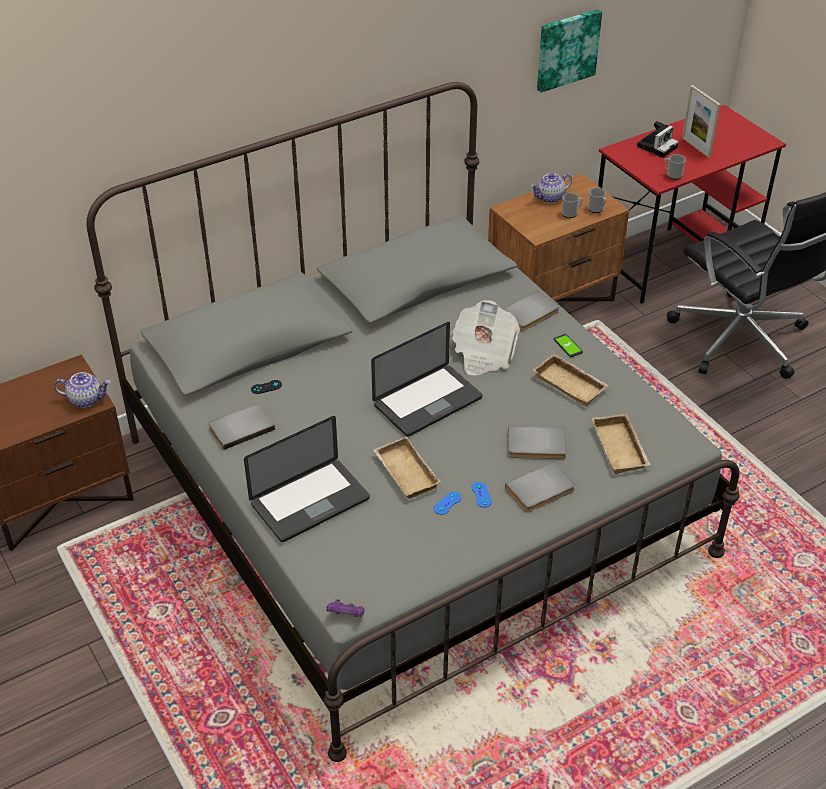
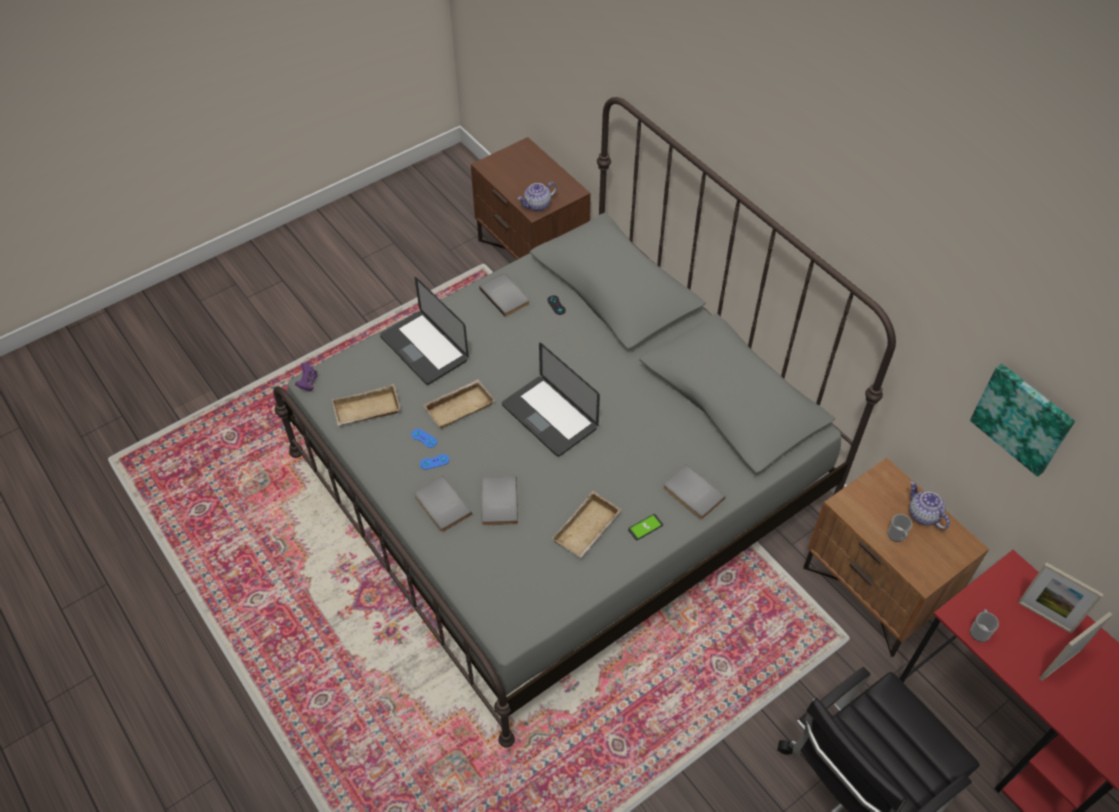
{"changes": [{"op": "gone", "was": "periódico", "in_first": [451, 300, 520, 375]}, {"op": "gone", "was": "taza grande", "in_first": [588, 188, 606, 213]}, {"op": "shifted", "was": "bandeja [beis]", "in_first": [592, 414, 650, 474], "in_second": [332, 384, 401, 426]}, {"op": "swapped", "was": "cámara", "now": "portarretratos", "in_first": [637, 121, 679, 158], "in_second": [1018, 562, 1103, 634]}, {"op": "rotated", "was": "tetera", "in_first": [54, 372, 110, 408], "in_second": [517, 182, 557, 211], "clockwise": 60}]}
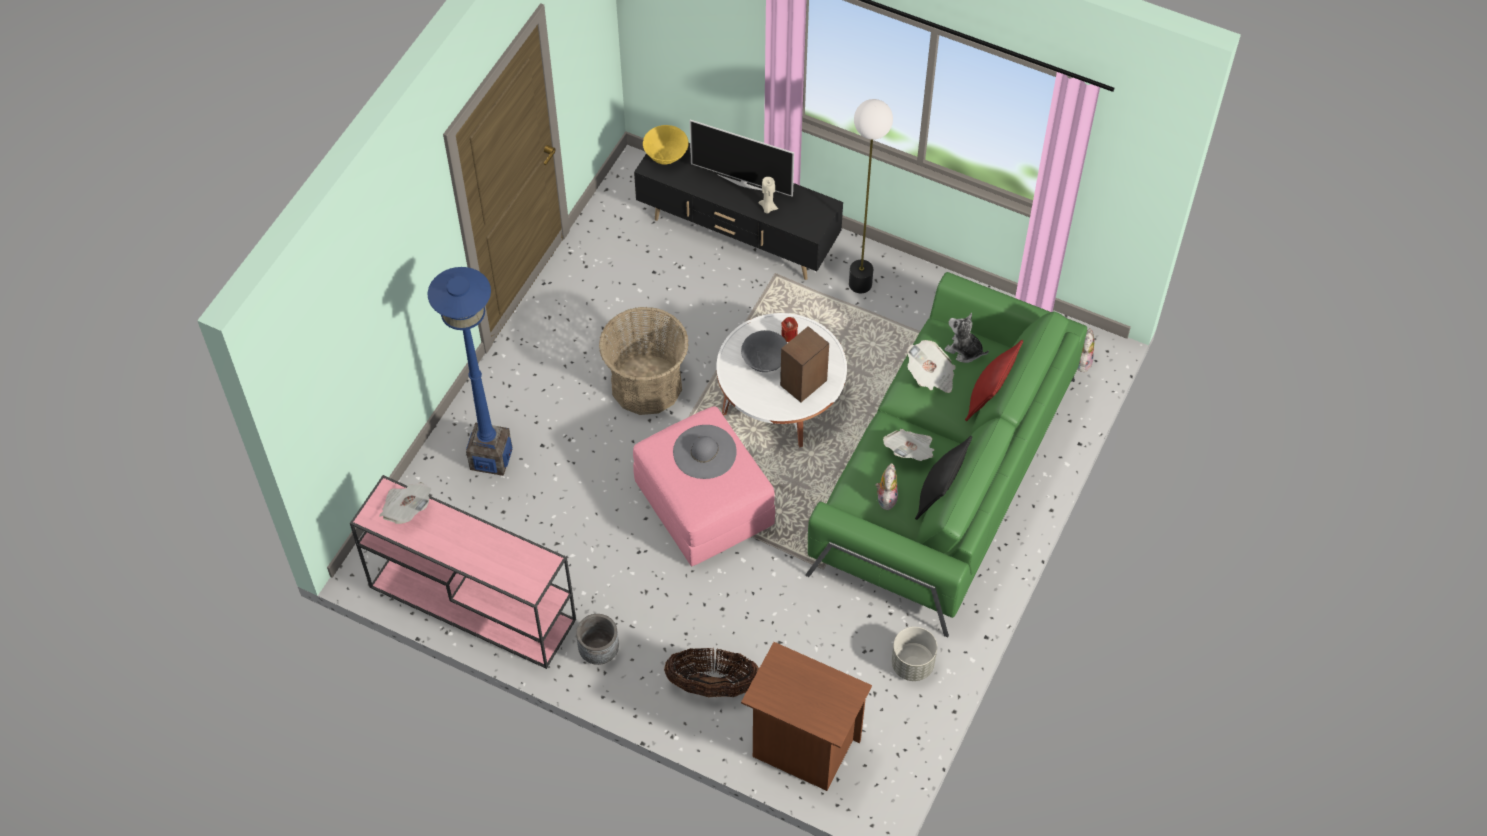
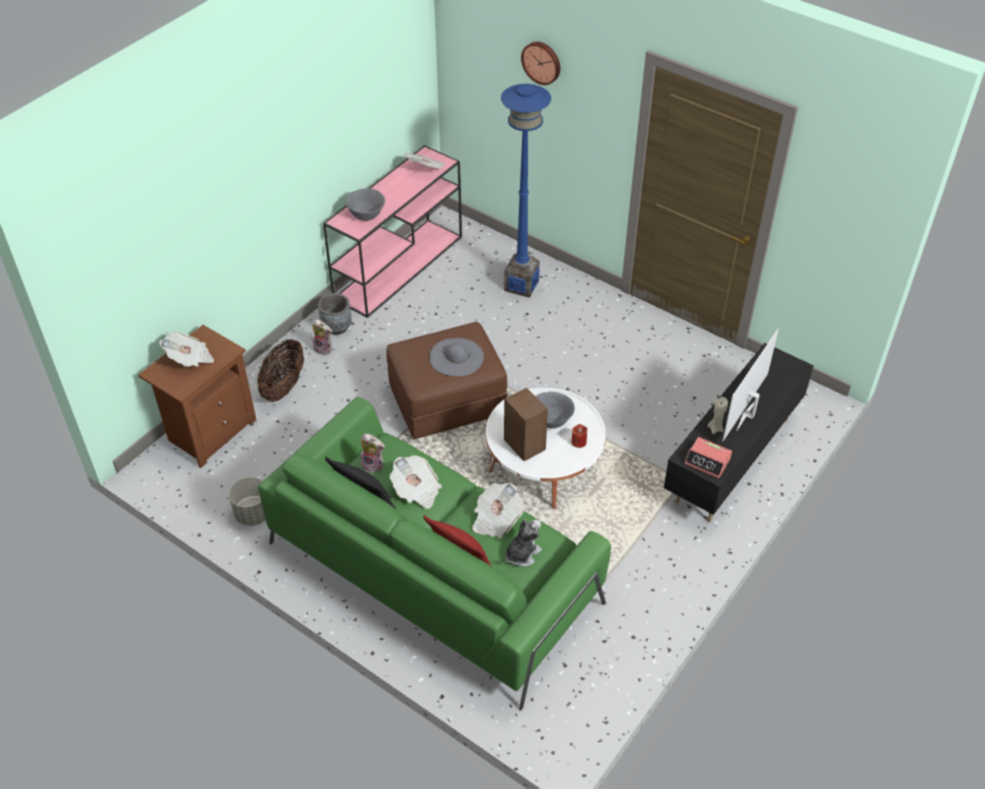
{"changes": [{"op": "gone", "was": "cesta", "in_first": [599, 307, 689, 415]}, {"op": "gone", "was": "cuenco [amarillo]", "in_first": [643, 125, 689, 165]}, {"op": "gone", "was": "lámpara de pie", "in_first": [849, 99, 893, 293]}, {"op": "new", "now": "periódico", "in_second": [159, 332, 214, 367]}, {"op": "new", "now": "cuenco [gris]", "in_second": [345, 188, 385, 221]}, {"op": "new", "now": "reloj de pared", "in_second": [521, 41, 560, 85]}, {"op": "new", "now": "despertador", "in_second": [685, 437, 732, 478]}, {"op": "shifted", "was": "peluche", "in_first": [1077, 328, 1094, 372], "in_second": [312, 319, 332, 355]}, {"op": "repainted", "was": "puf [rosa]", "now": "puf [marrón]", "in_first": [633, 406, 775, 566], "in_second": [386, 322, 507, 439]}]}
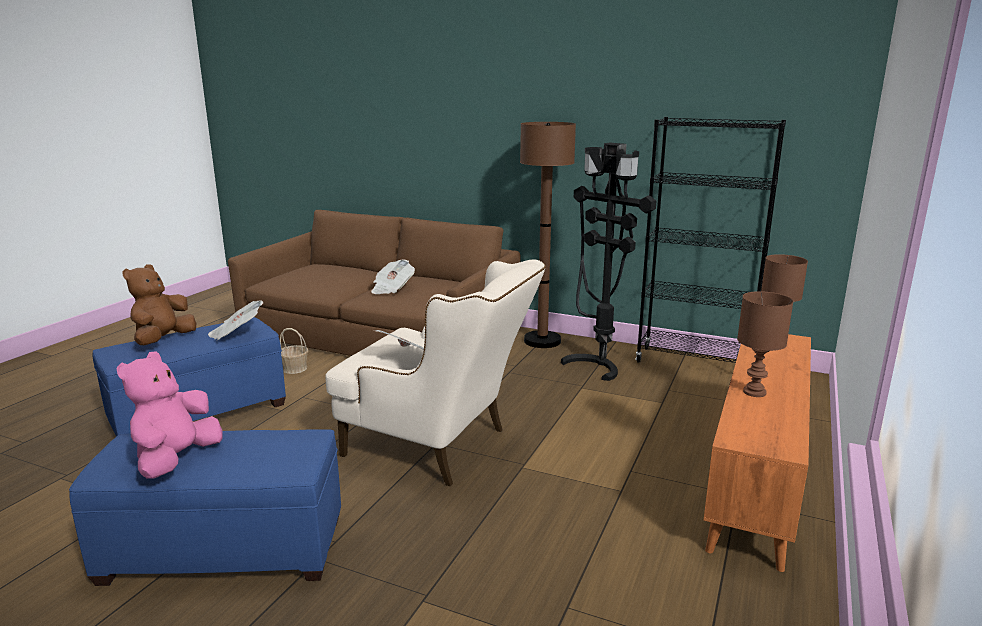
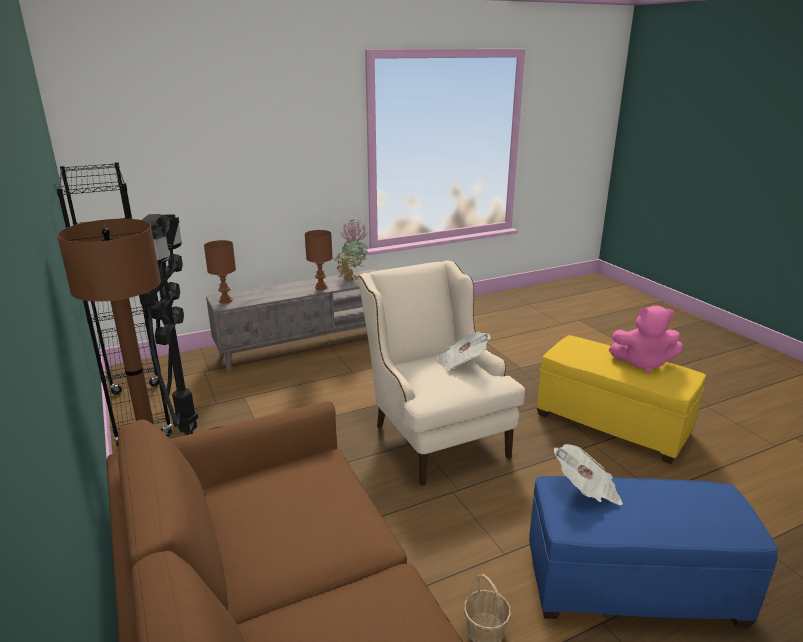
{"changes": [{"op": "gone", "was": "peluche [marrón]", "in_first": [122, 264, 196, 345]}, {"op": "gone", "was": "periódico", "in_first": [371, 259, 415, 294]}, {"op": "new", "now": "planta en maceta", "in_second": [334, 219, 368, 281]}, {"op": "repainted", "was": "puf [azul]", "now": "puf [amarillo]", "in_first": [69, 429, 341, 586], "in_second": [537, 335, 706, 464]}, {"op": "repainted", "was": "mueble de televisión [naranja]", "now": "mueble de televisión [gris]", "in_first": [703, 334, 811, 572], "in_second": [206, 269, 376, 372]}, {"op": "rotated", "was": "peluche [rosa]", "in_first": [117, 351, 223, 479], "in_second": [609, 306, 683, 373], "clockwise": 45}]}
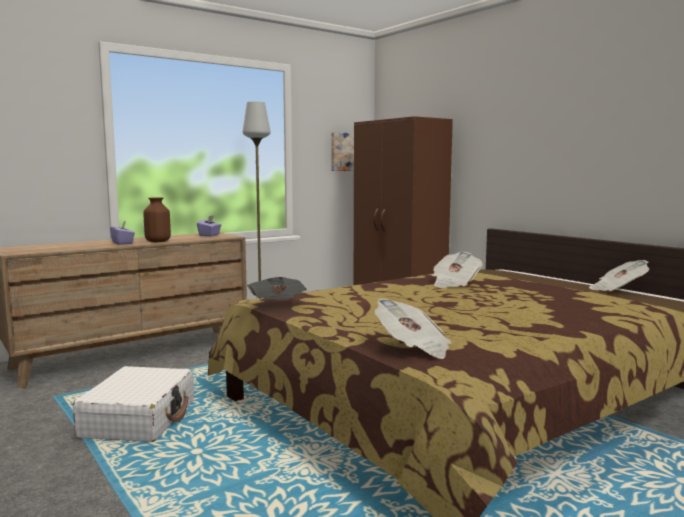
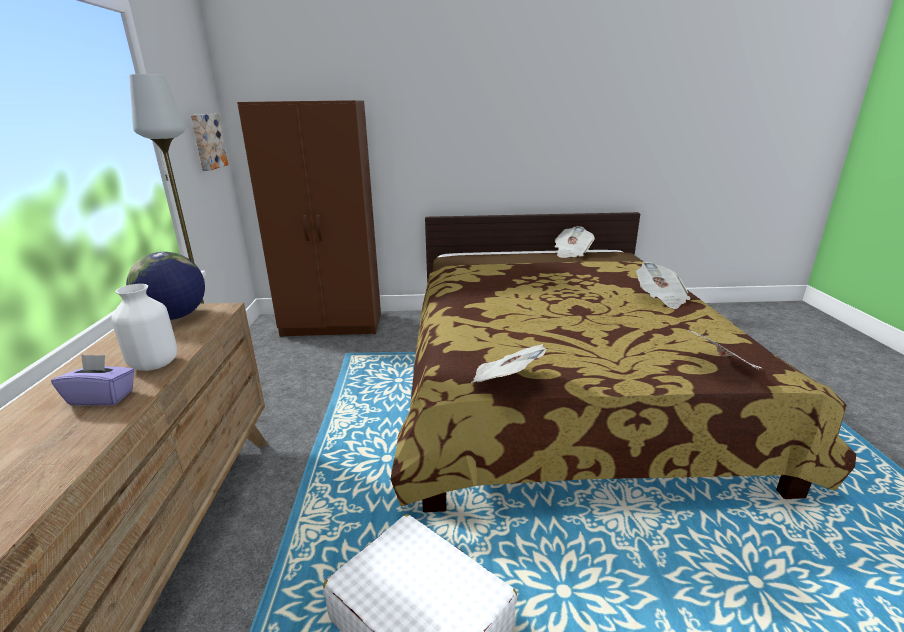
{"changes": [{"op": "shifted", "was": "periódico", "in_first": [432, 252, 483, 288], "in_second": [636, 262, 691, 309]}, {"op": "swapped", "was": "caja de pañuelos [morado]", "now": "globo terráqueo", "in_first": [197, 216, 221, 236], "in_second": [126, 252, 205, 320]}, {"op": "repainted", "was": "florero [marrón]", "now": "florero [blanco]", "in_first": [143, 197, 171, 242], "in_second": [111, 284, 177, 371]}]}
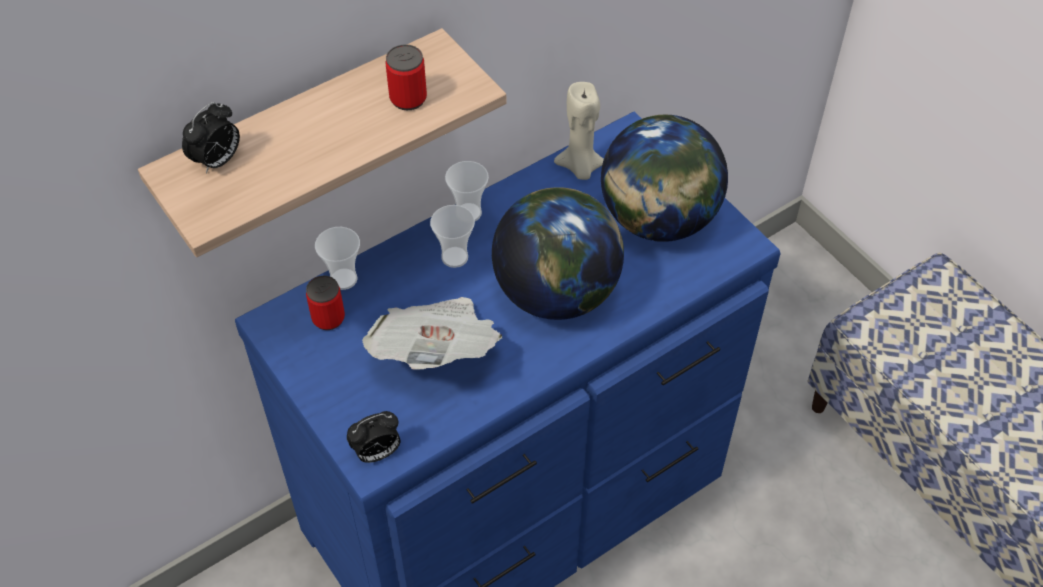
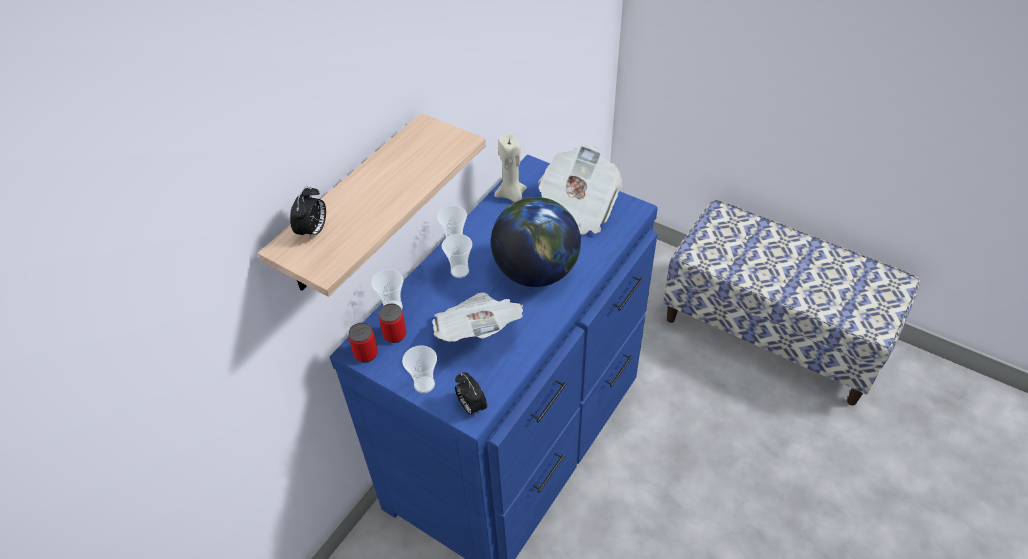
{"changes": [{"op": "new", "now": "taza", "in_second": [402, 345, 437, 393]}, {"op": "shifted", "was": "lata", "in_first": [386, 44, 427, 110], "in_second": [348, 323, 378, 363]}, {"op": "swapped", "was": "globo terráqueo", "now": "periódico", "in_first": [601, 115, 728, 242], "in_second": [538, 145, 622, 235]}, {"op": "rotated", "was": "despertador", "in_first": [347, 411, 401, 463], "in_second": [455, 372, 487, 417], "clockwise": 105}]}
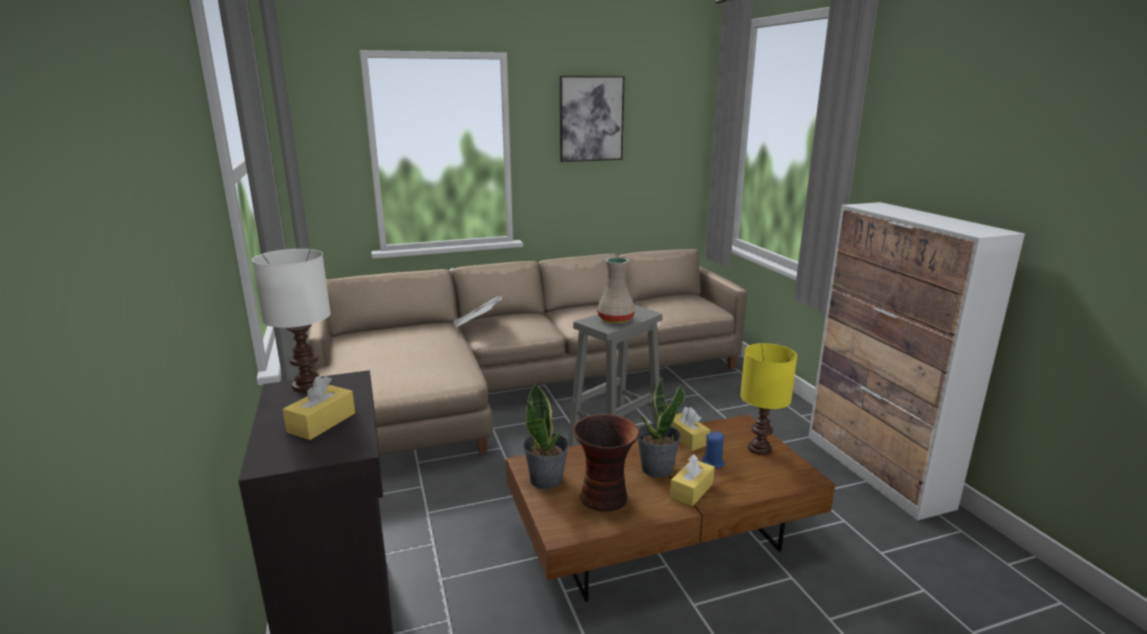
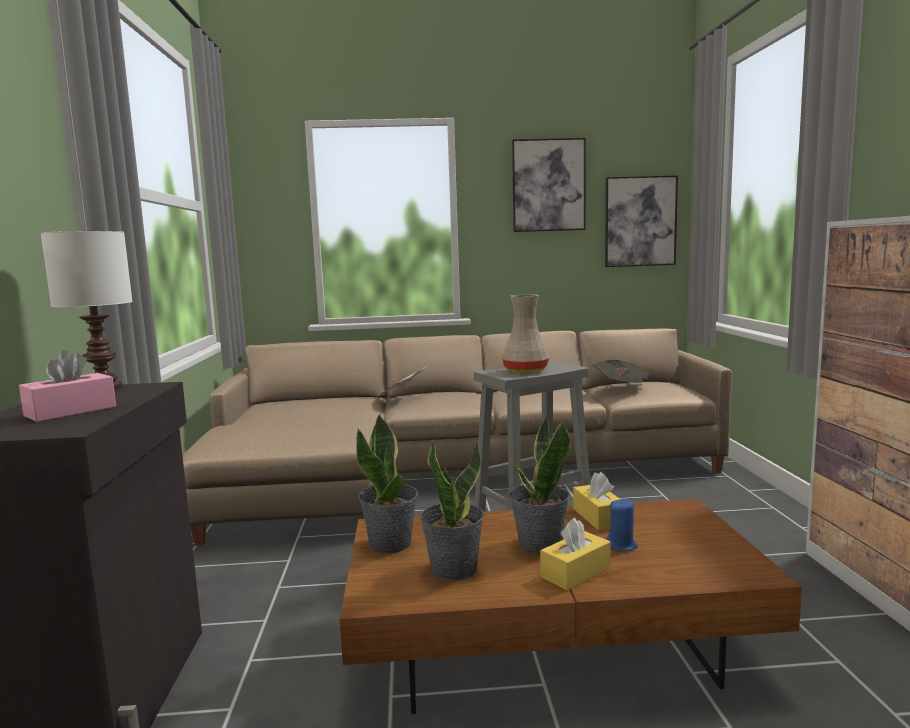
{"changes": [{"op": "gone", "was": "lámpara de mesa [amarillo]", "in_first": [740, 343, 797, 455]}, {"op": "new", "now": "periódico", "in_second": [592, 360, 650, 383]}, {"op": "new", "now": "cuadro", "in_second": [605, 175, 678, 267]}, {"op": "swapped", "was": "florero", "now": "planta en maceta", "in_first": [573, 414, 640, 511], "in_second": [420, 440, 484, 581]}, {"op": "repainted", "was": "caja de pañuelos [amarillo]", "now": "caja de pañuelos [rosa]", "in_first": [283, 376, 355, 440], "in_second": [19, 350, 116, 422]}]}
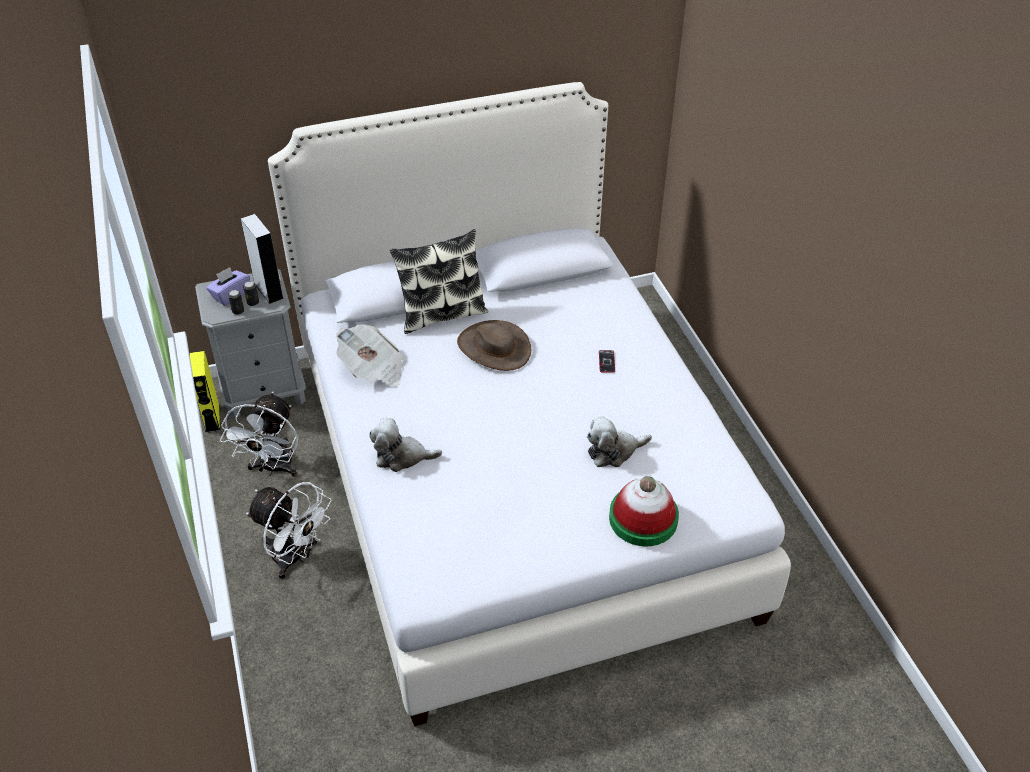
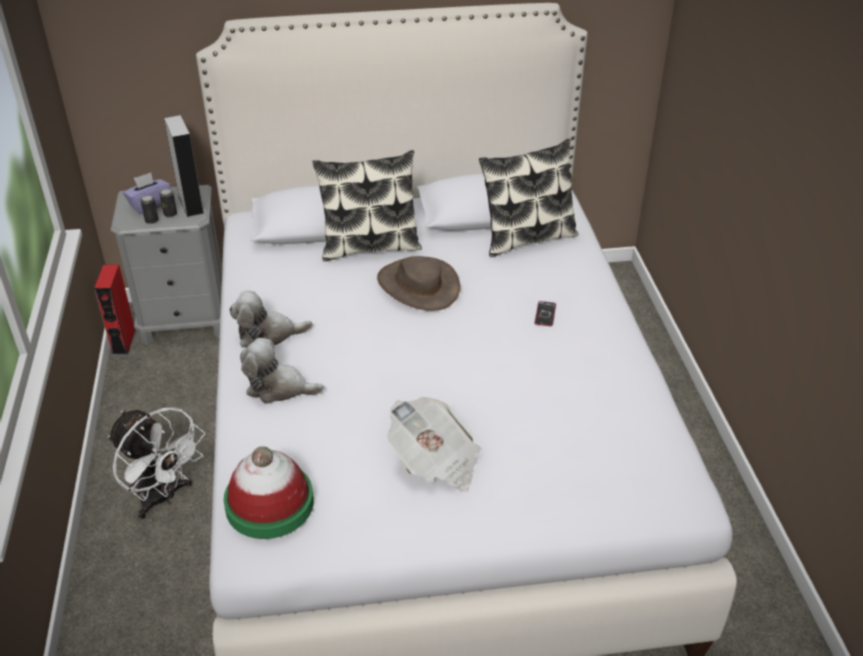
{"changes": [{"op": "gone", "was": "ventilador [blanco]", "in_first": [220, 392, 298, 477]}, {"op": "new", "now": "cojín", "in_second": [479, 139, 579, 257]}, {"op": "shifted", "was": "periódico", "in_first": [336, 324, 405, 386], "in_second": [387, 397, 480, 491]}, {"op": "shifted", "was": "peluche", "in_first": [587, 416, 652, 467], "in_second": [229, 290, 312, 348]}, {"op": "shifted", "was": "sombrero", "in_first": [609, 476, 679, 547], "in_second": [224, 446, 314, 539]}, {"op": "repainted", "was": "altavoz [amarillo]", "now": "altavoz [rojo]", "in_first": [190, 351, 220, 433], "in_second": [94, 264, 136, 355]}]}
